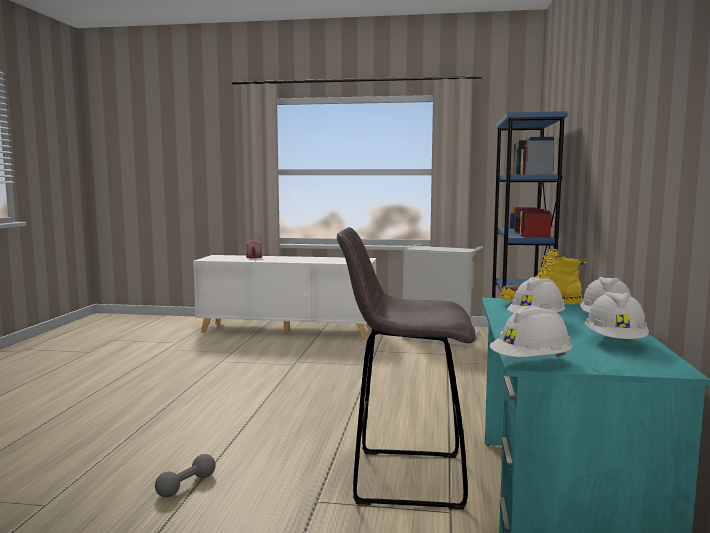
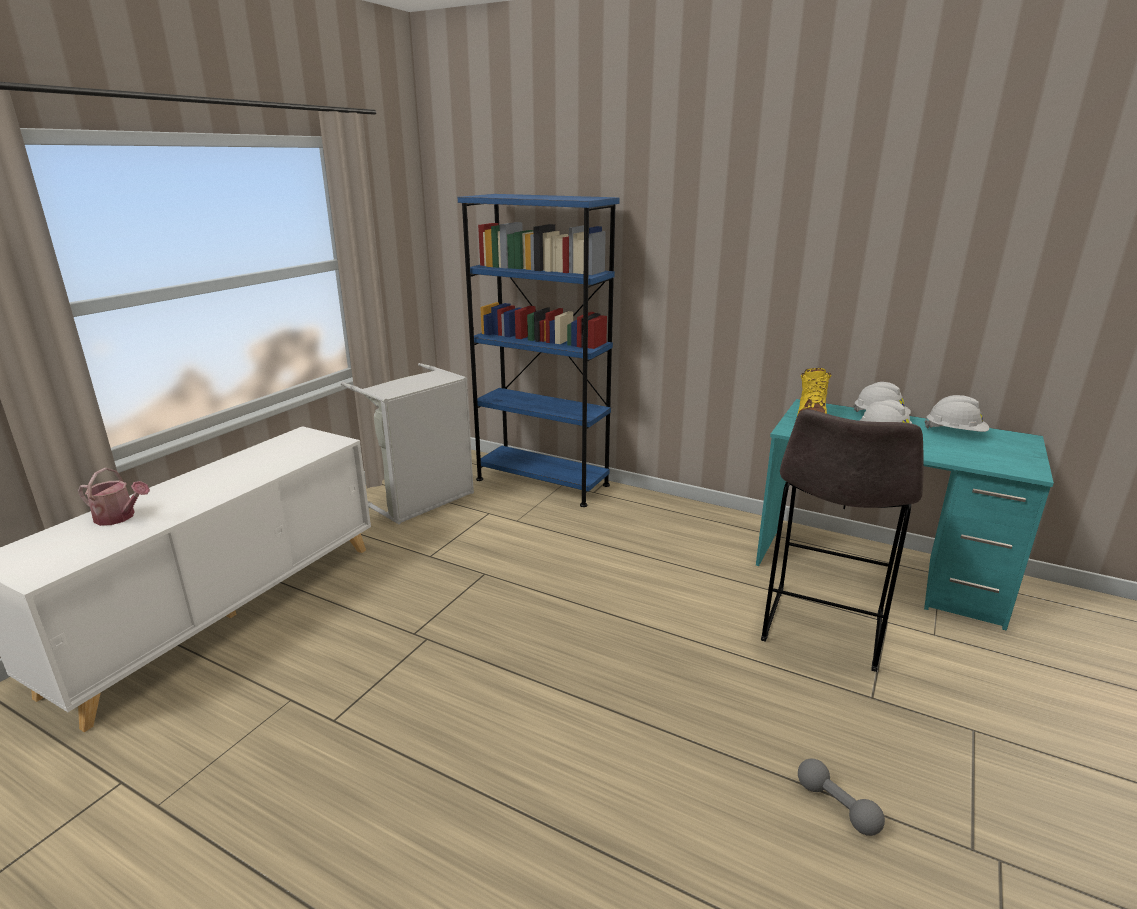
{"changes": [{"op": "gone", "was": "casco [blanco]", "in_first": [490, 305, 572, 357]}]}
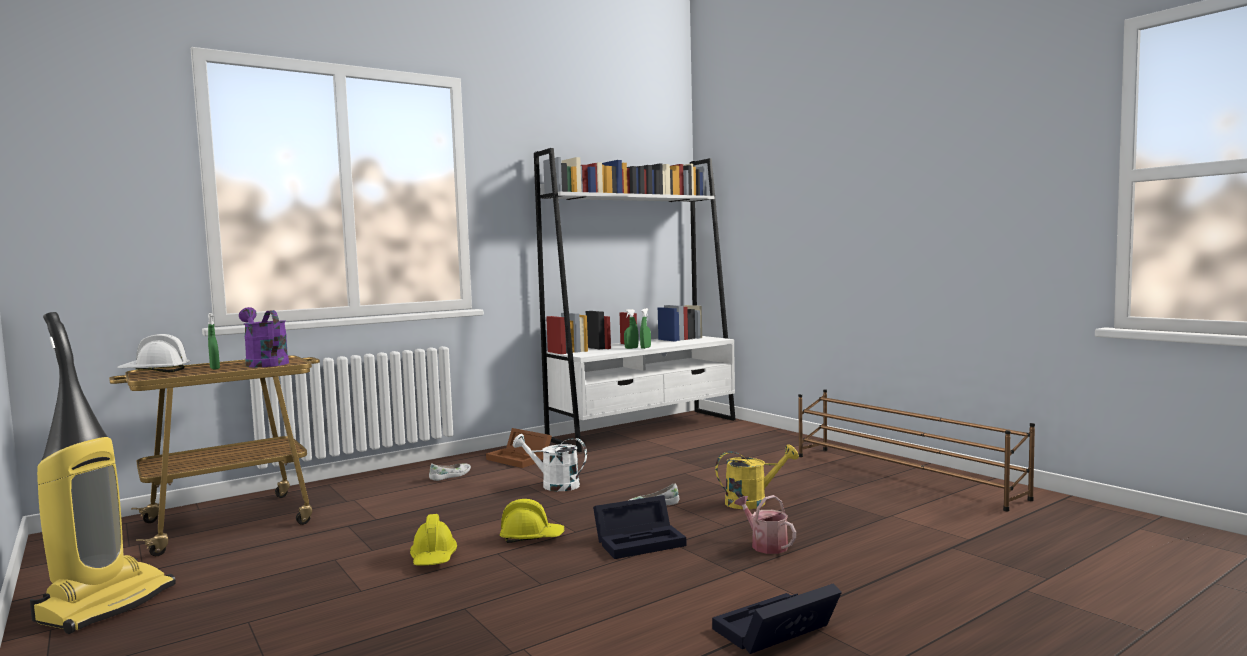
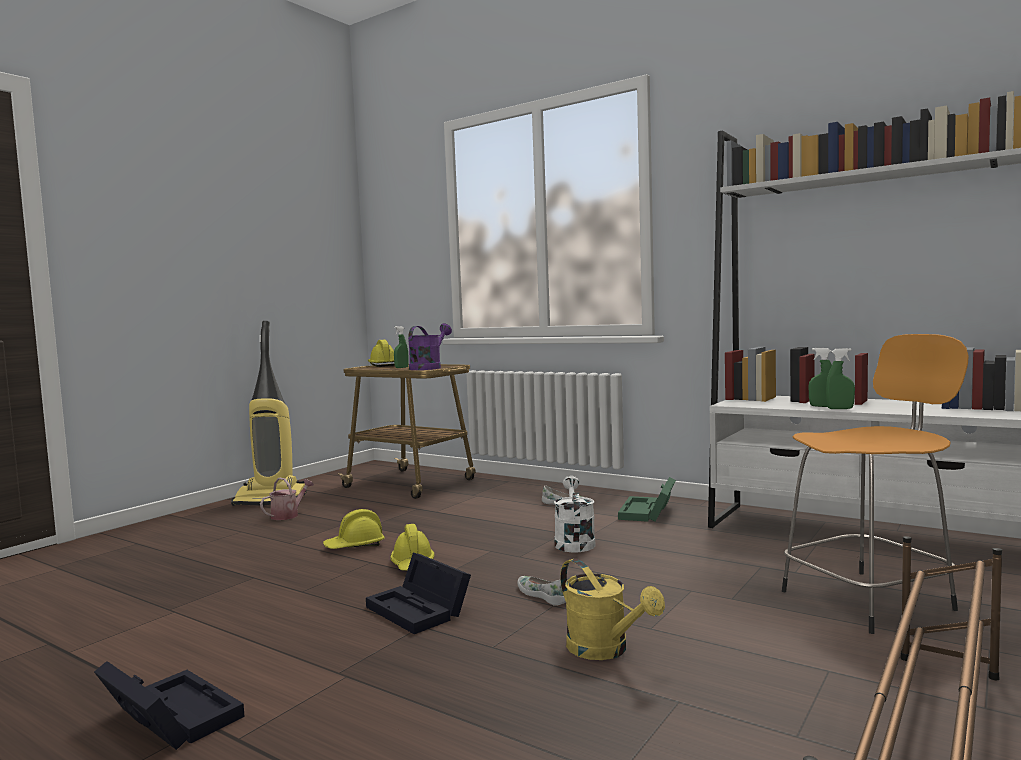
{"changes": [{"op": "new", "now": "taburete [naranja]", "in_second": [782, 334, 969, 634]}, {"op": "shifted", "was": "regadera", "in_first": [734, 495, 796, 554], "in_second": [260, 478, 314, 520]}, {"op": "repainted", "was": "casco [blanco]", "now": "casco [amarillo]", "in_first": [117, 334, 190, 372], "in_second": [368, 340, 395, 367]}, {"op": "repainted", "was": "caja de almacenaje [marrón]", "now": "caja de almacenaje [verde]", "in_first": [486, 428, 552, 468], "in_second": [618, 477, 676, 522]}]}
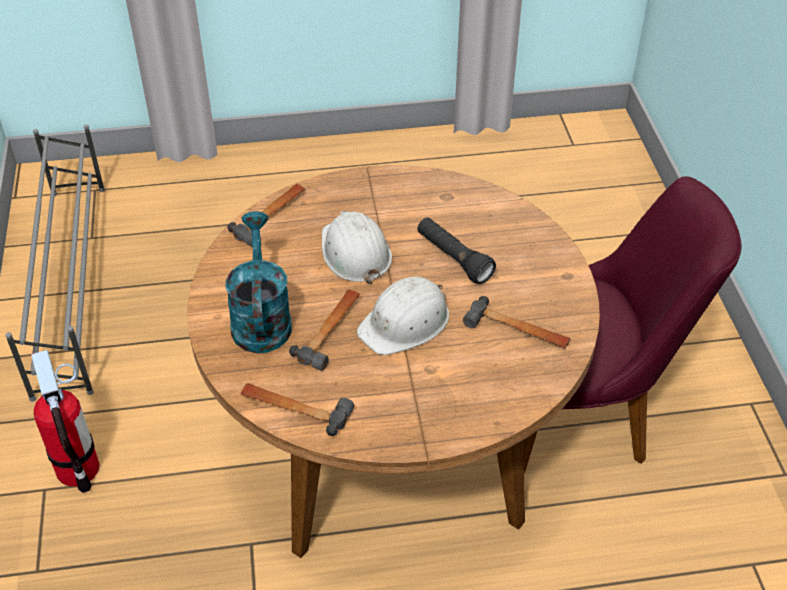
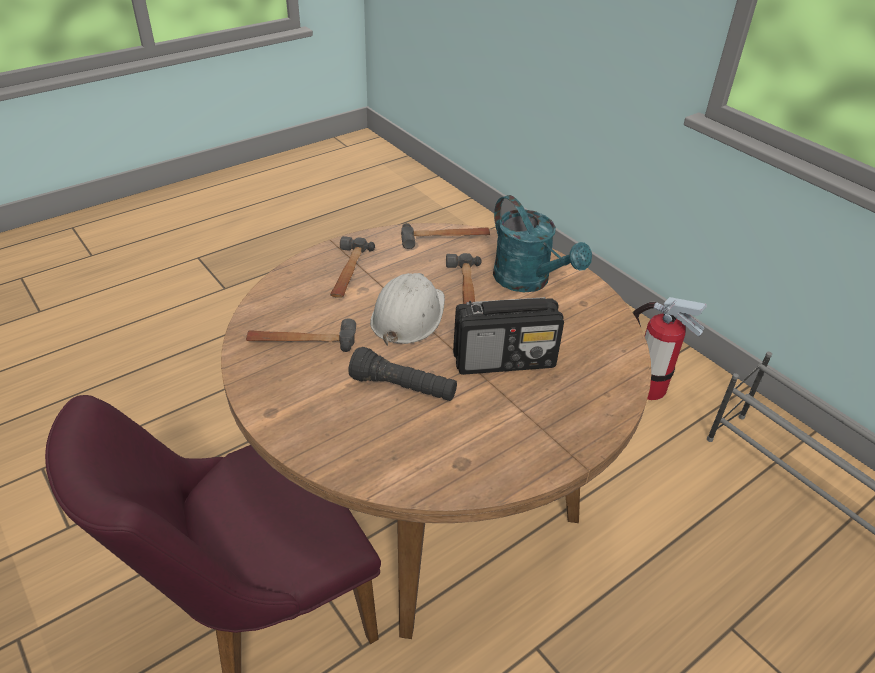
{"changes": [{"op": "shifted", "was": "martillo", "in_first": [228, 184, 305, 247], "in_second": [330, 236, 375, 298]}, {"op": "swapped", "was": "casco [blanco]", "now": "radio", "in_first": [322, 211, 392, 284], "in_second": [453, 297, 564, 375]}]}
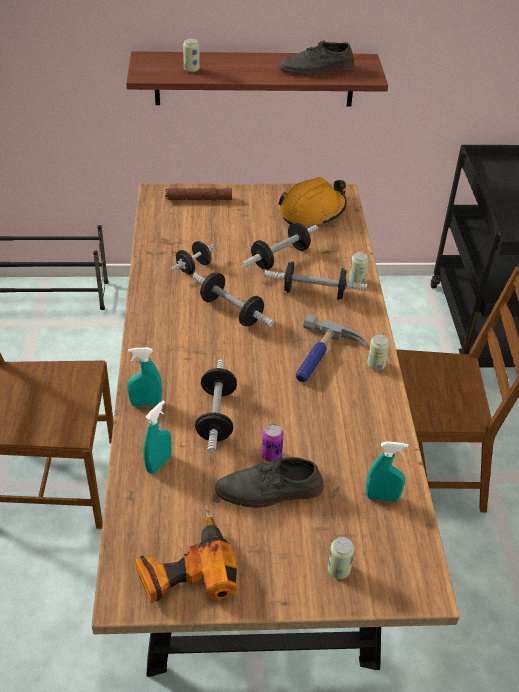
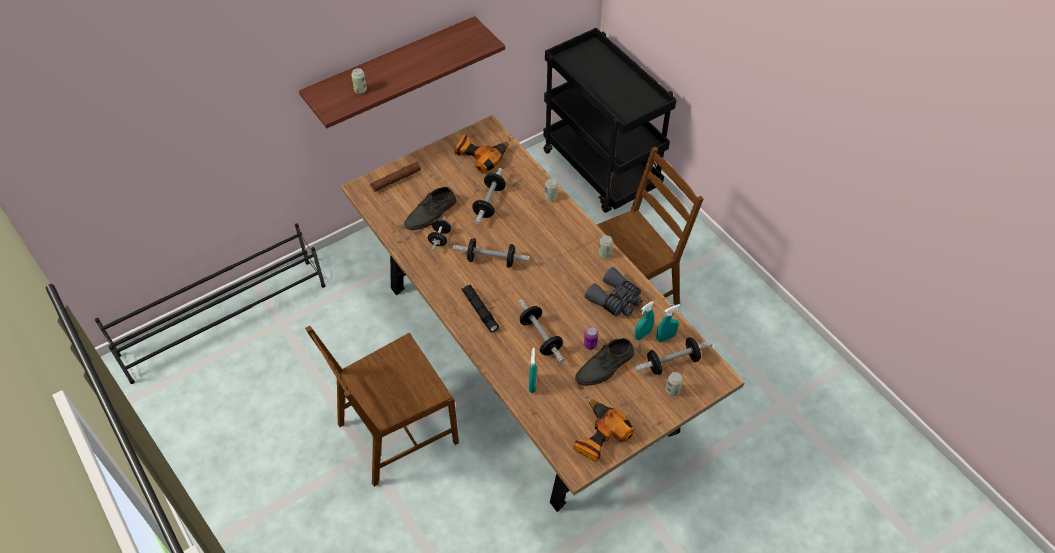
{"changes": [{"op": "gone", "was": "martillo", "in_first": [296, 314, 367, 382]}, {"op": "new", "now": "linterna [negro]", "in_second": [462, 284, 499, 332]}, {"op": "new", "now": "prismáticos [gris]", "in_second": [585, 267, 643, 317]}, {"op": "shifted", "was": "pulverizador [turquesa]", "in_first": [127, 347, 162, 407], "in_second": [635, 301, 654, 340]}, {"op": "shifted", "was": "mancuerna", "in_first": [264, 261, 367, 300], "in_second": [635, 337, 713, 375]}, {"op": "shifted", "was": "zapato [gris]", "in_first": [278, 41, 354, 76], "in_second": [404, 187, 456, 230]}, {"op": "swapped", "was": "casco [naranja]", "now": "taladro", "in_first": [278, 177, 347, 225], "in_second": [454, 134, 513, 174]}]}
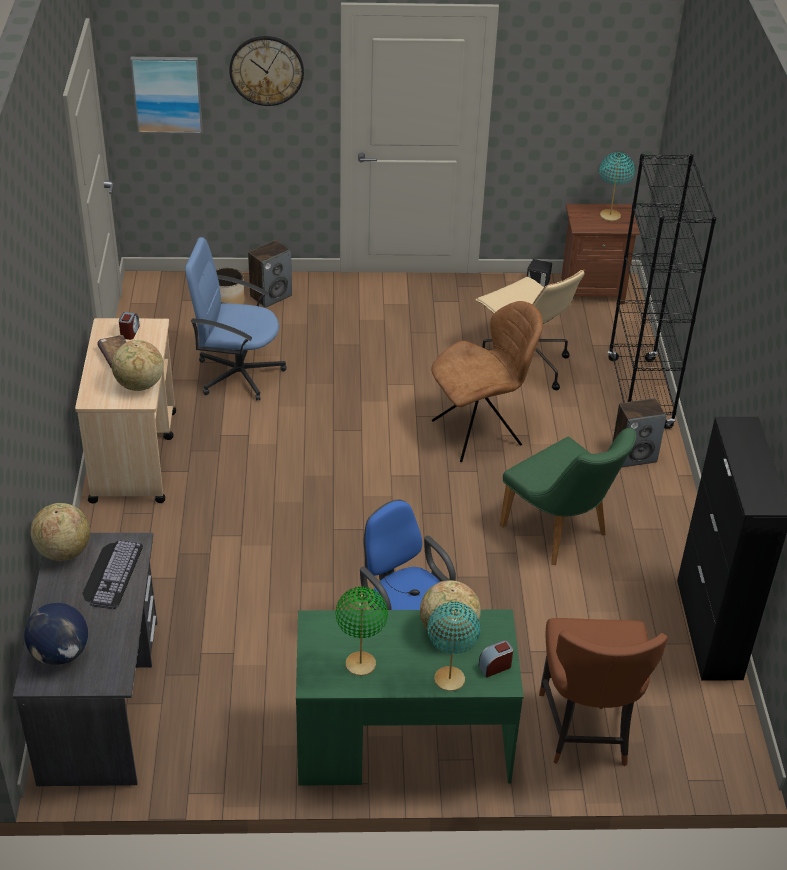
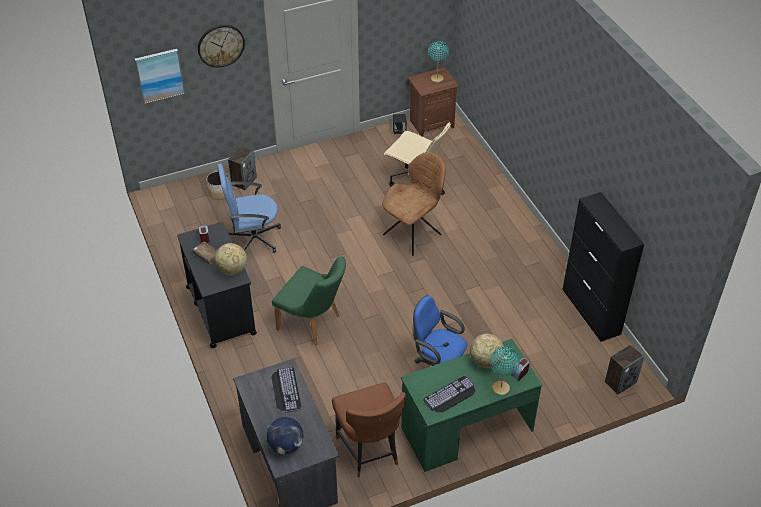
{"changes": [{"op": "gone", "was": "globo terráqueo", "in_first": [31, 503, 90, 561]}, {"op": "gone", "was": "estantería [negro]", "in_first": [607, 154, 716, 429]}, {"op": "shifted", "was": "silla [verde]", "in_first": [500, 428, 636, 565], "in_second": [272, 256, 346, 345]}, {"op": "shifted", "was": "silla [marrón]", "in_first": [539, 618, 668, 766], "in_second": [332, 383, 406, 477]}, {"op": "shifted", "was": "altavoz", "in_first": [612, 398, 666, 468], "in_second": [605, 345, 644, 395]}, {"op": "swapped", "was": "lámpara de mesa [verde]", "now": "teclado", "in_first": [336, 587, 388, 676], "in_second": [423, 376, 475, 412]}, {"op": "repainted", "was": "carrito [beis]", "now": "carrito [negro]", "in_first": [75, 318, 176, 504], "in_second": [177, 222, 257, 348]}]}
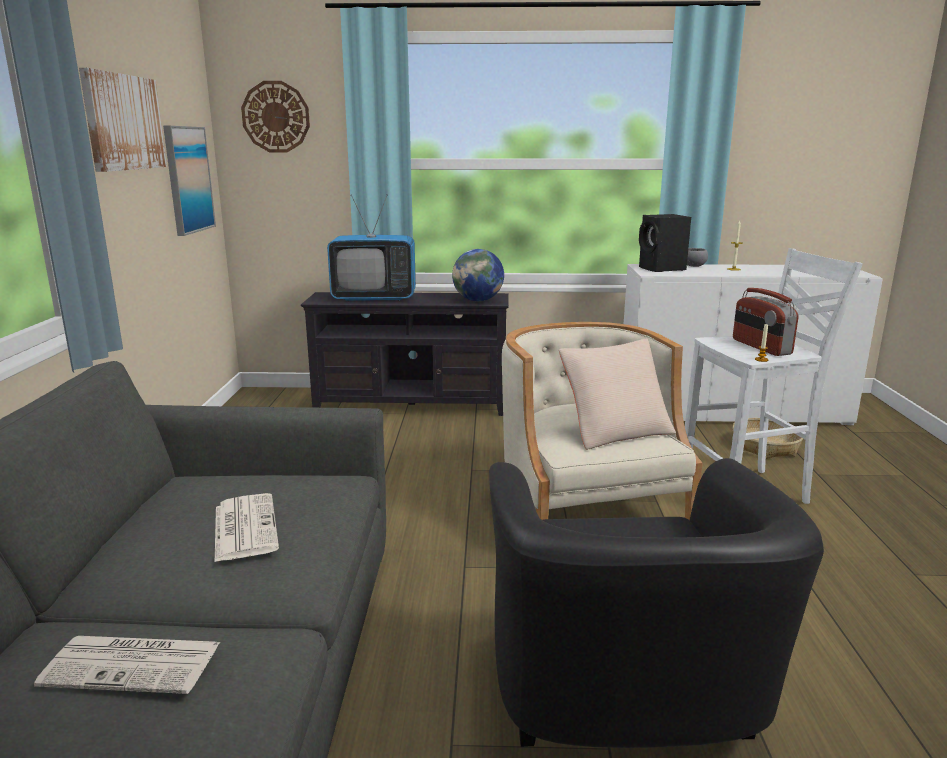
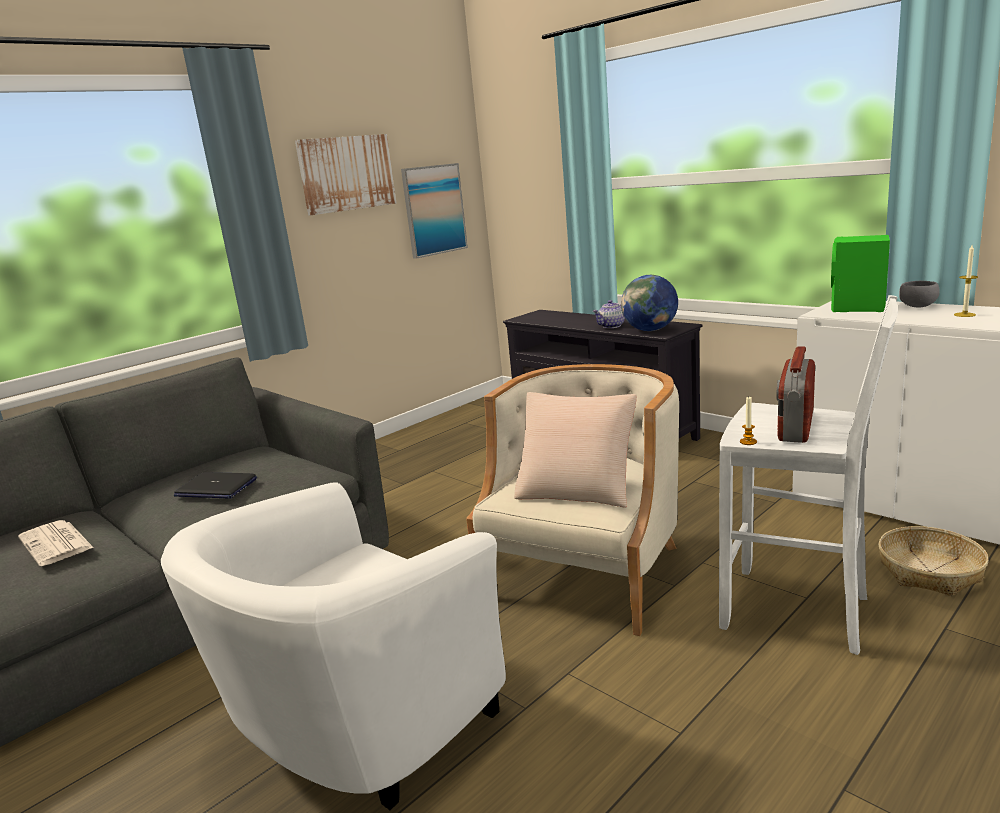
{"changes": [{"op": "gone", "was": "reloj de pared", "in_first": [241, 81, 310, 153]}, {"op": "gone", "was": "televisor", "in_first": [327, 194, 416, 301]}, {"op": "new", "now": "tetera", "in_second": [592, 300, 625, 328]}, {"op": "swapped", "was": "periódico", "now": "portátil", "in_first": [215, 493, 279, 562], "in_second": [174, 472, 257, 498]}, {"op": "repainted", "was": "sillón [negro]", "now": "sillón [blanco]", "in_first": [489, 458, 824, 748], "in_second": [161, 483, 506, 810]}, {"op": "repainted", "was": "altavoz [negro]", "now": "altavoz [verde]", "in_first": [639, 214, 691, 272], "in_second": [831, 235, 890, 312]}]}
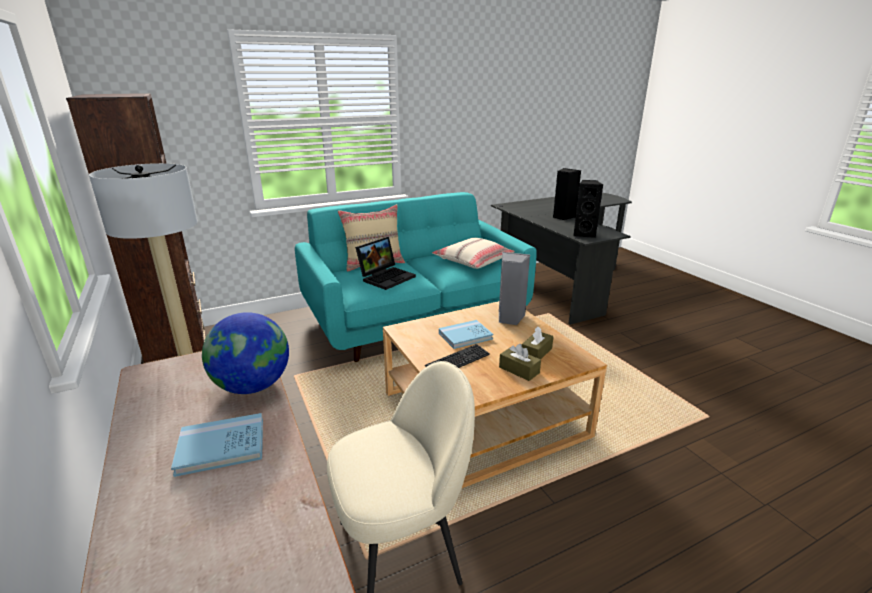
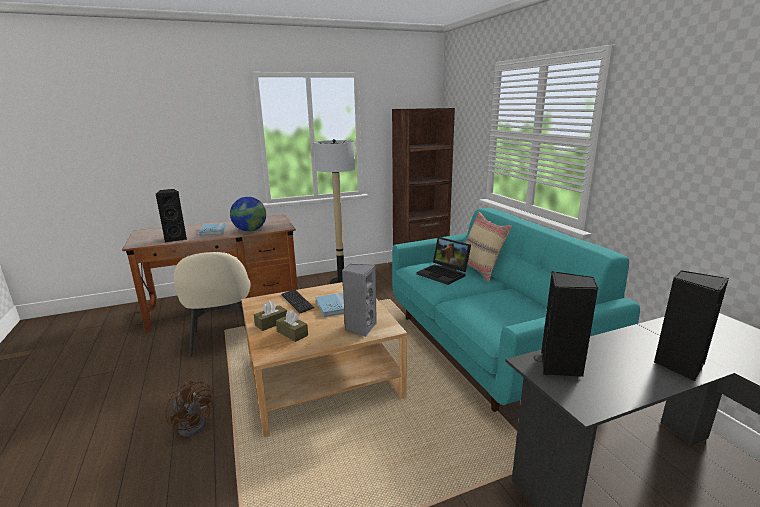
{"changes": [{"op": "gone", "was": "cojín [beis]", "in_first": [432, 238, 515, 269]}, {"op": "new", "now": "altavoz [negro]", "in_second": [155, 189, 187, 242]}, {"op": "new", "now": "ventilador [marrón]", "in_second": [165, 380, 214, 436]}]}
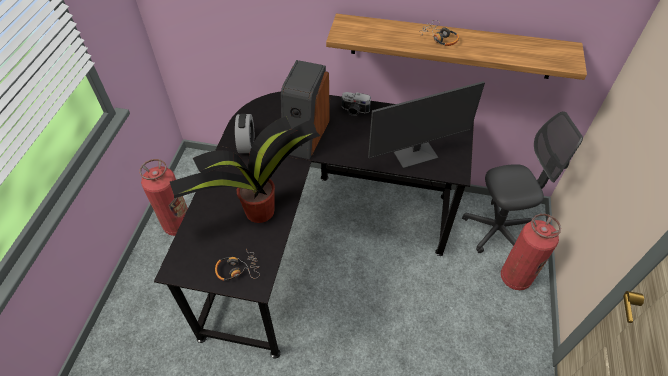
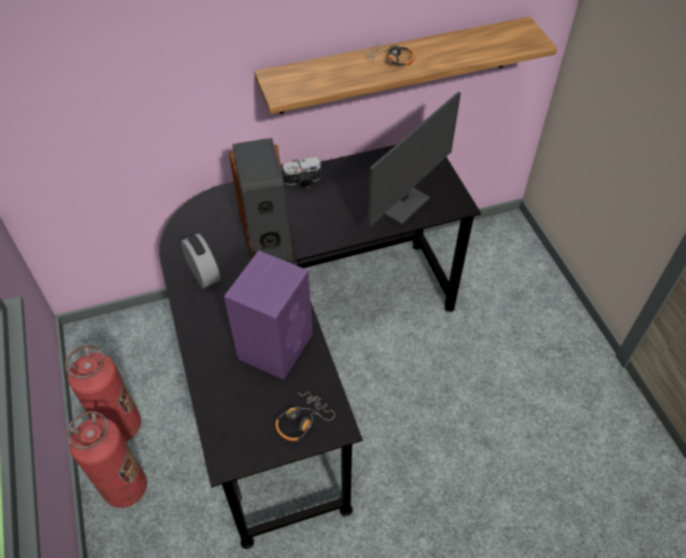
{"changes": [{"op": "gone", "was": "silla de oficina [gris]", "in_first": [462, 111, 583, 253]}, {"op": "shifted", "was": "extintor", "in_first": [501, 214, 561, 290], "in_second": [66, 411, 147, 508]}, {"op": "swapped", "was": "planta en maceta", "now": "altavoz [morado]", "in_first": [170, 117, 321, 223], "in_second": [224, 250, 312, 380]}]}
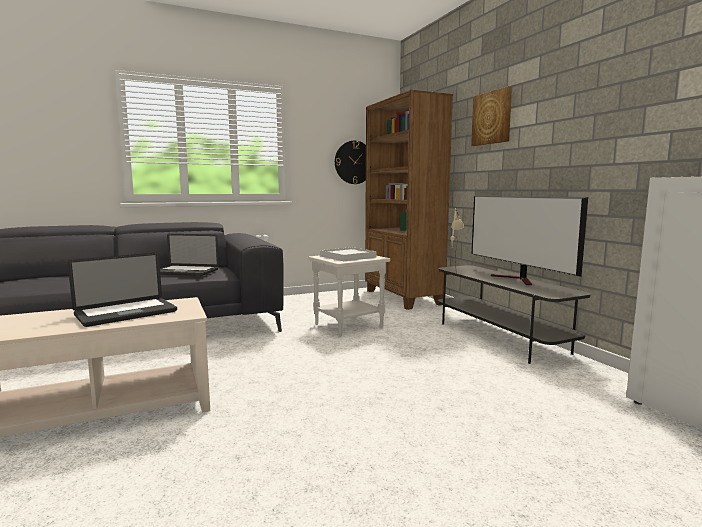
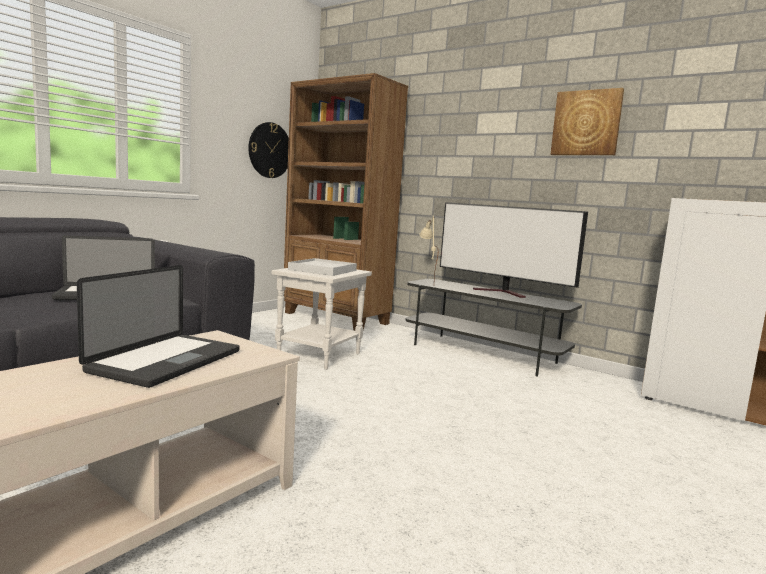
{"changes": [{"op": "shifted", "was": "cuadro", "in_first": [471, 86, 512, 146], "in_second": [550, 88, 624, 155]}]}
